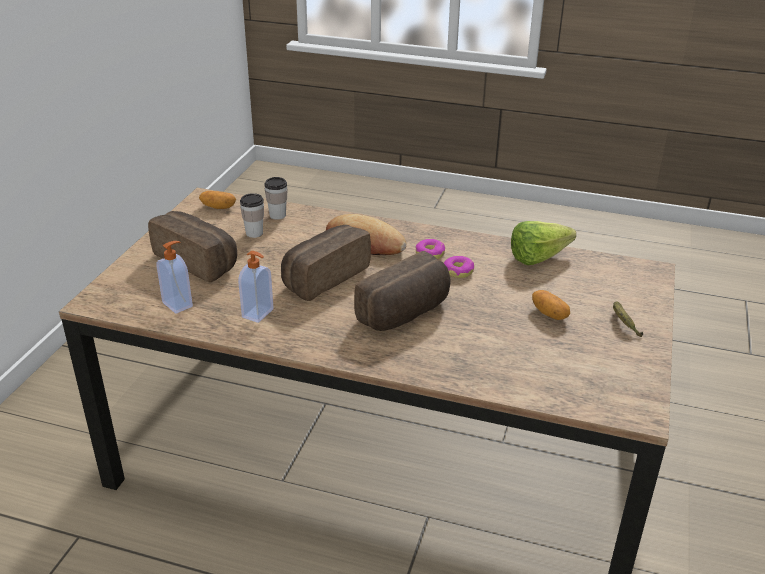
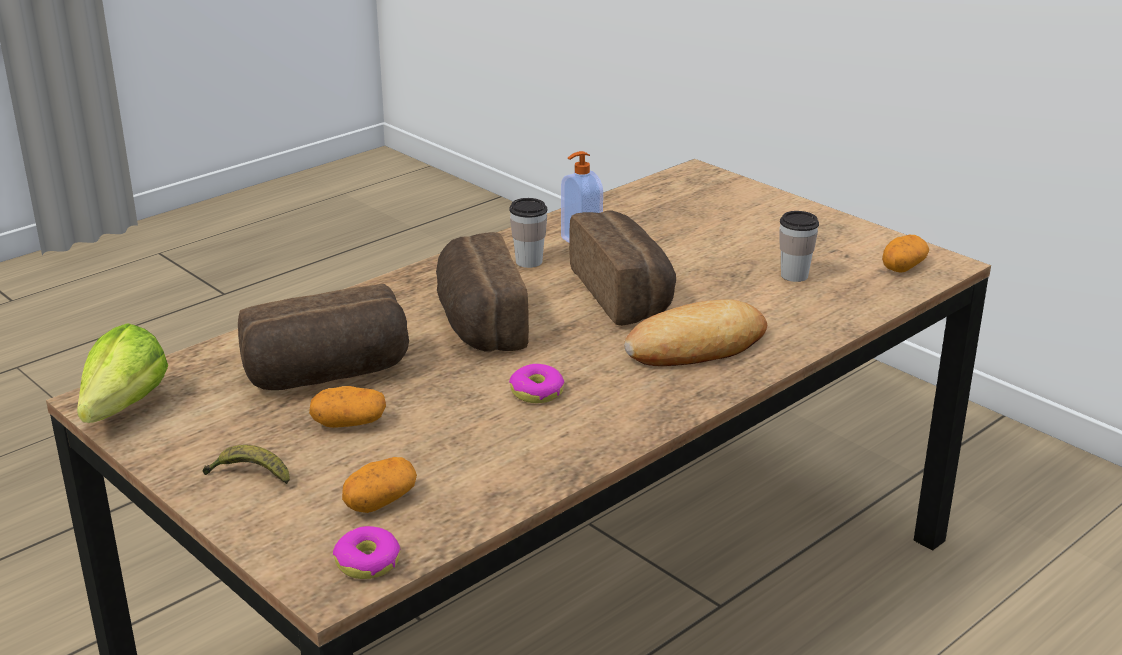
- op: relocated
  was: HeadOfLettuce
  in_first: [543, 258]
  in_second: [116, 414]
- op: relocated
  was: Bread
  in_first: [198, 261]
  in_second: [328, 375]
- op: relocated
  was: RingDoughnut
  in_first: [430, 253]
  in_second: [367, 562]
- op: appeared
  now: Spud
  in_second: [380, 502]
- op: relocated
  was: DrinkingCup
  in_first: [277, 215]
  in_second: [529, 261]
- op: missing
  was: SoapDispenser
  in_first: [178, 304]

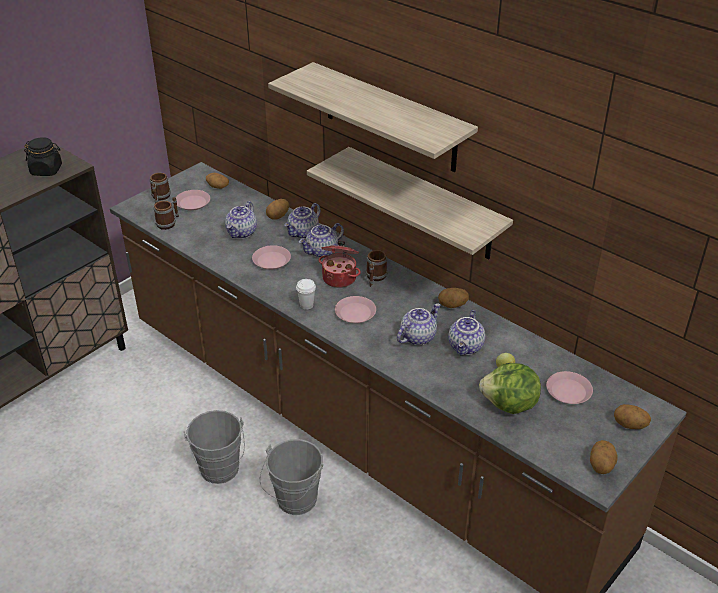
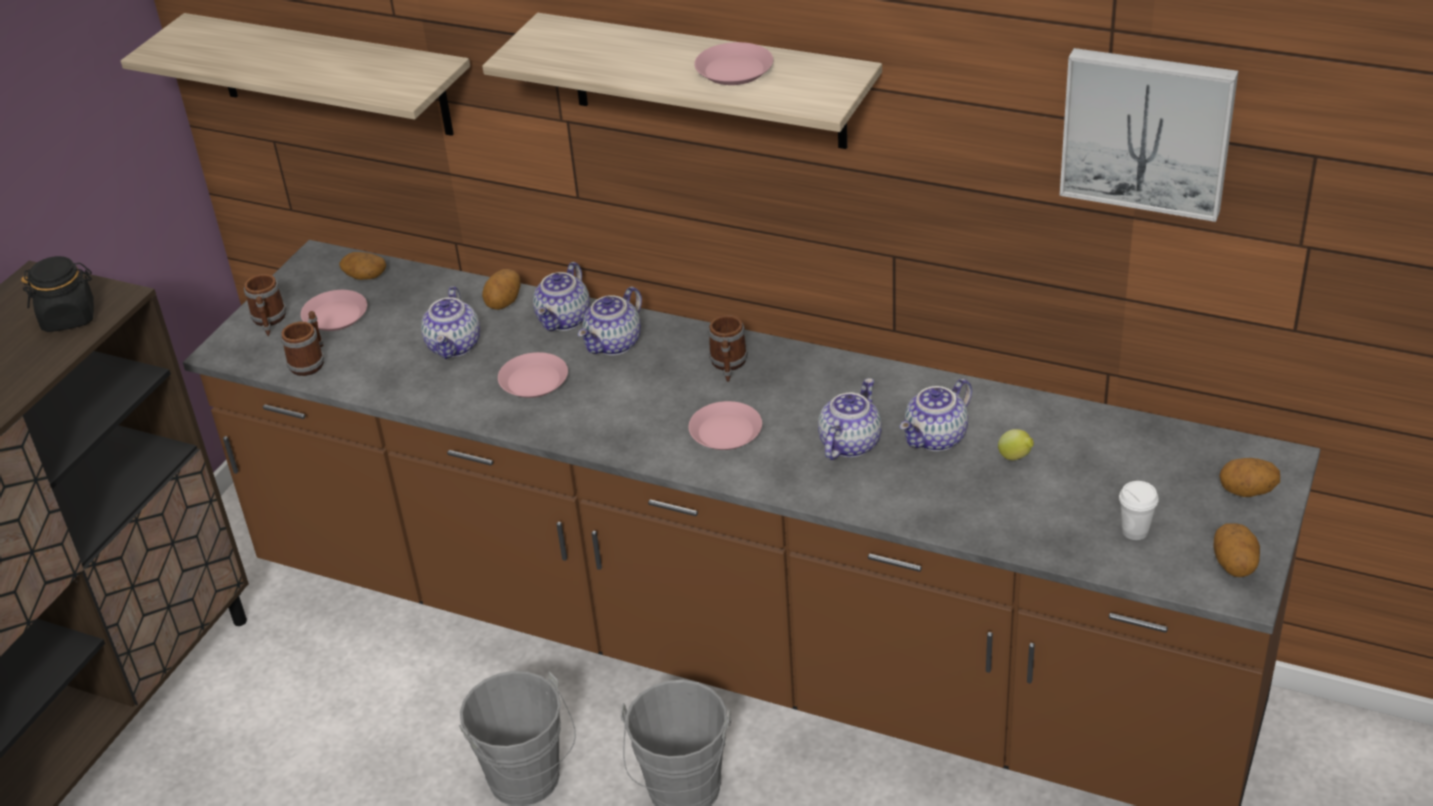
- op: relocated
  was: Shelf
  in_first: [425, 204]
  in_second: [331, 74]
- op: relocated
  was: PinkFlatDish
  in_first: [568, 391]
  in_second: [734, 71]
- op: spun
  was: PotForTea
  in_first: [466, 347]
  in_second: [936, 439]
  clockwise: 45
- op: appeared
  now: Picture
  in_second: [1147, 130]
- op: relocated
  was: WhiteDrinkingCup
  in_first: [306, 305]
  in_second: [1135, 531]
- op: missing
  was: Saucepot
  in_first: [340, 278]
- op: missing
  was: Spud
  in_first: [452, 306]
- op: missing
  was: HeadOfLettuce
  in_first: [509, 405]

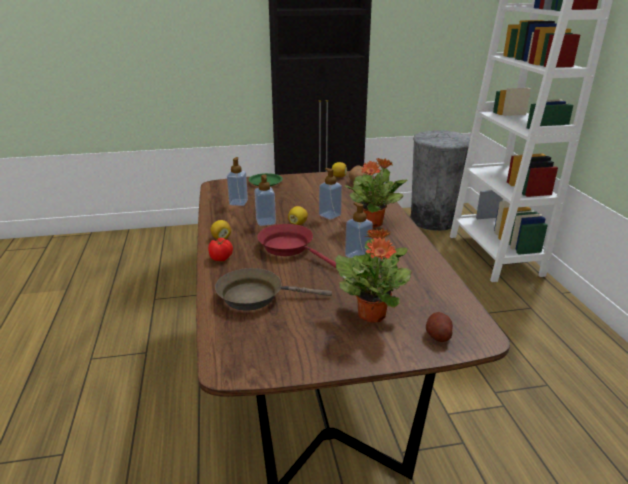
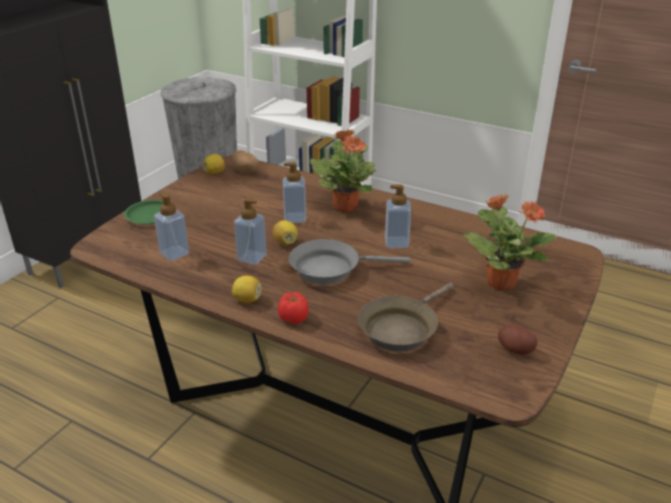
- op: colour
  was: RedPan
  now: GreyishPan
  in_first: [290, 248]
  in_second: [331, 269]
- op: relocated
  was: Spud
  in_first: [438, 336]
  in_second: [515, 349]

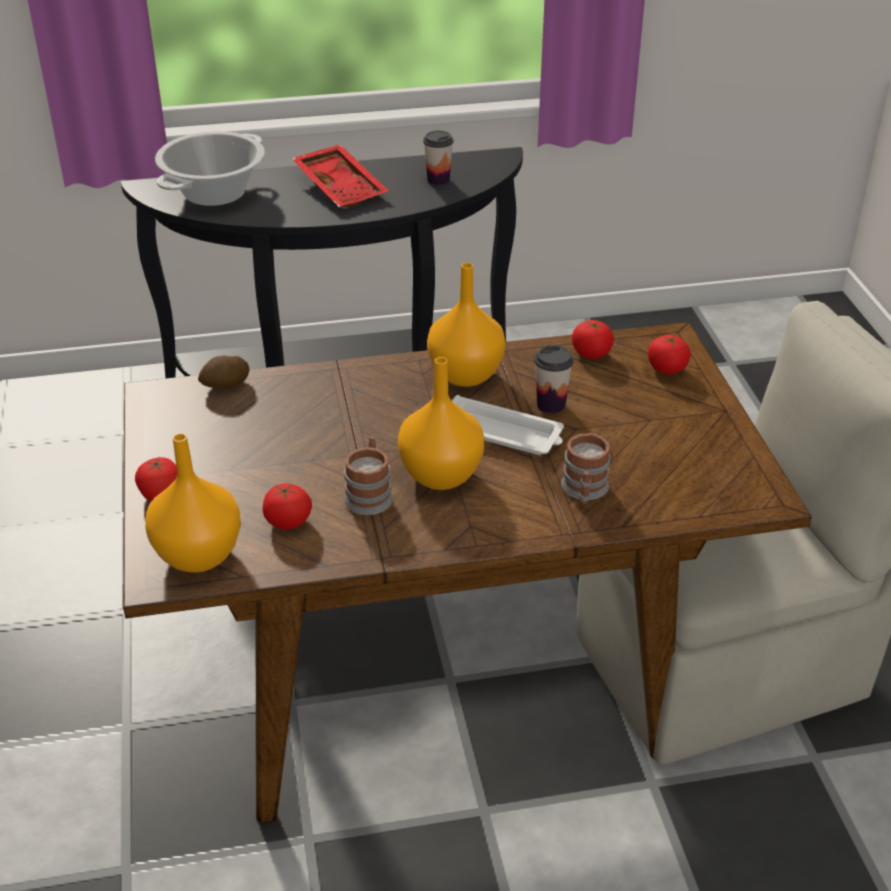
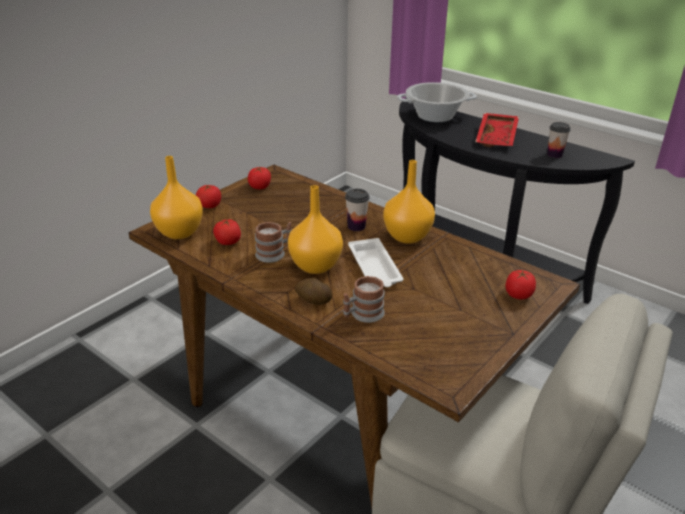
- op: relocated
  was: WholeTomato
  in_first: [591, 353]
  in_second: [260, 187]
- op: relocated
  was: Spud
  in_first: [225, 385]
  in_second: [313, 300]
- op: relocated
  was: DrinkingCup
  in_first: [551, 404]
  in_second: [356, 226]

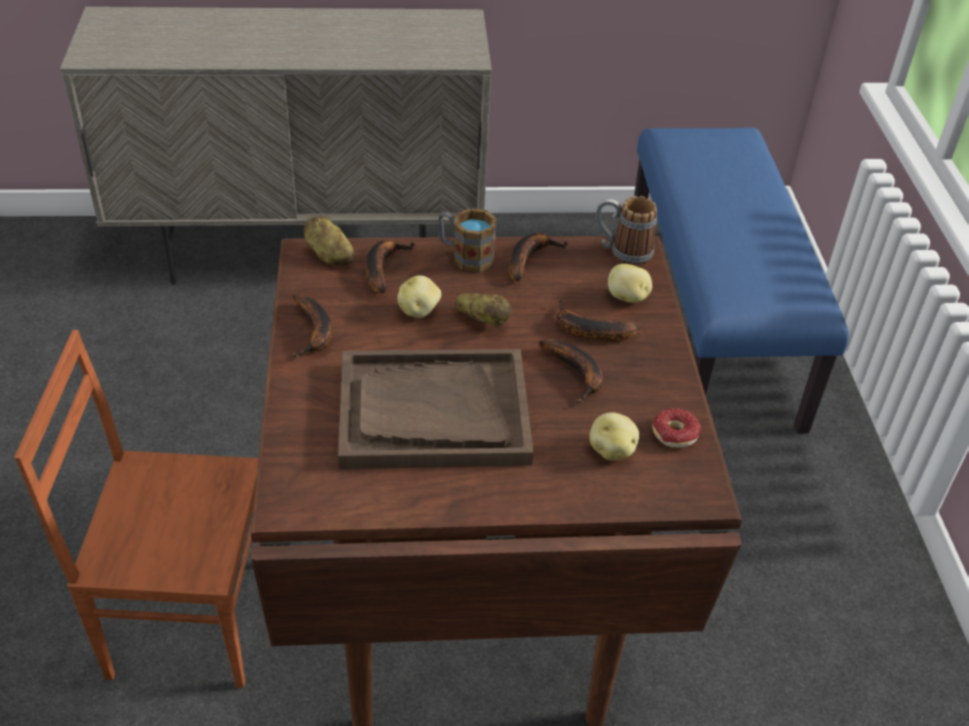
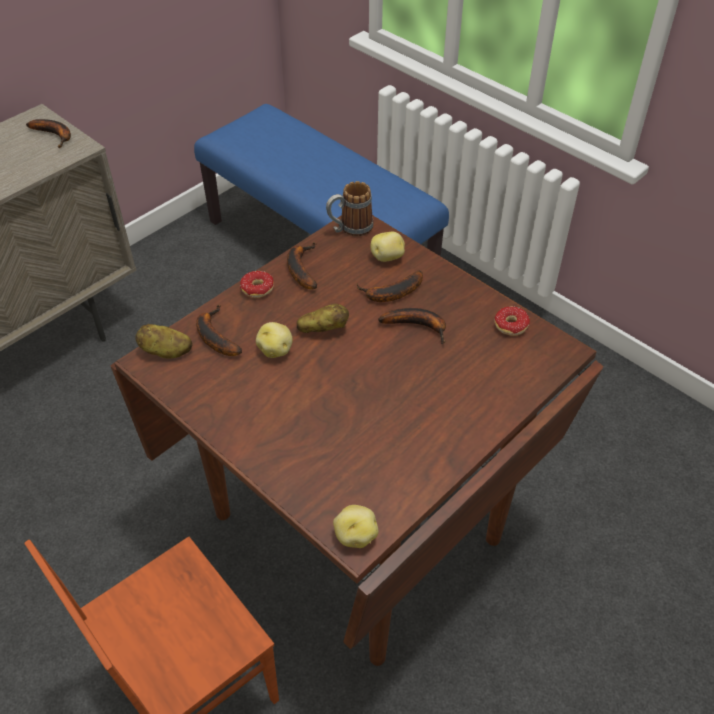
- op: relocated
  was: Banana
  in_first: [314, 332]
  in_second: [55, 135]
- op: exchanged
  was: TeaMug
  now: RingDoughnut
  in_first: [465, 256]
  in_second: [259, 293]
- op: relocated
  was: Spud
  in_first: [612, 449]
  in_second: [355, 535]
- op: missing
  was: BrownServingTray
  in_first: [433, 413]

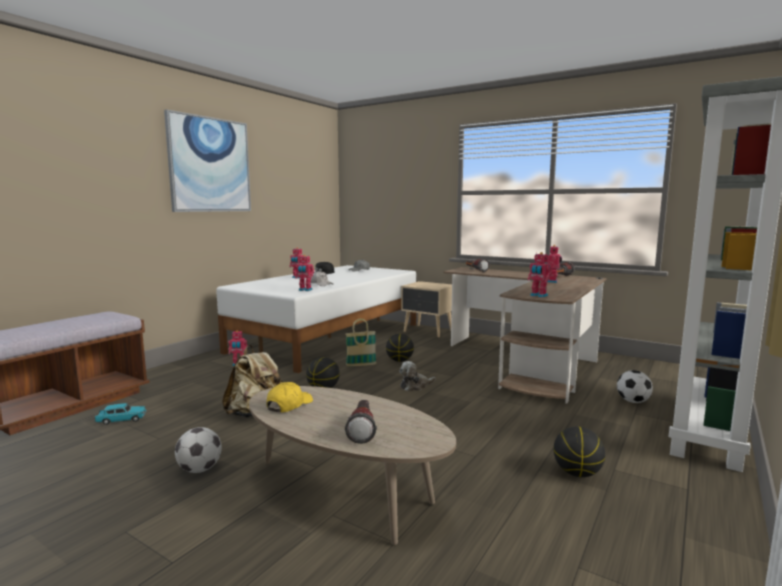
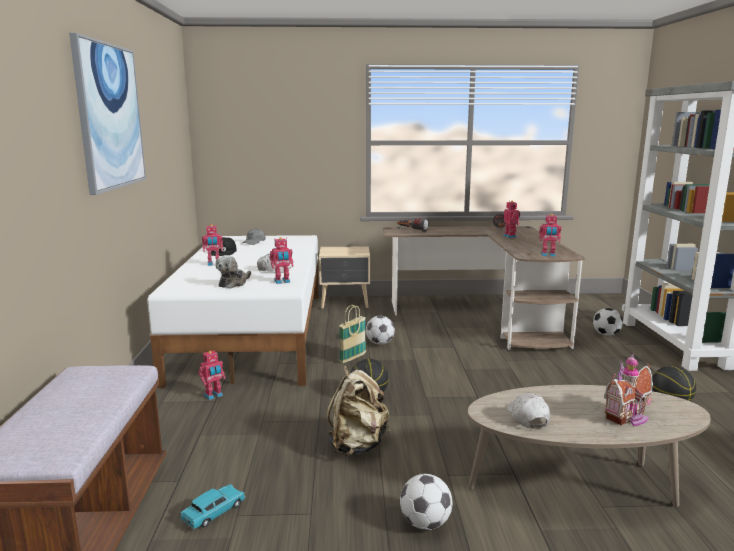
- op: relocated
  was: CuddlyToy
  in_first: [415, 386]
  in_second: [234, 283]
- op: exchanged
  was: Basketball
  now: Football
  in_first: [399, 361]
  in_second: [380, 343]
- op: colour
  was: YellowColouredCap
  now: WhiteCap
  in_first: [289, 405]
  in_second: [527, 417]
- op: exchanged
  was: Flashlight
  now: ModelHouse
  in_first: [362, 430]
  in_second: [628, 418]

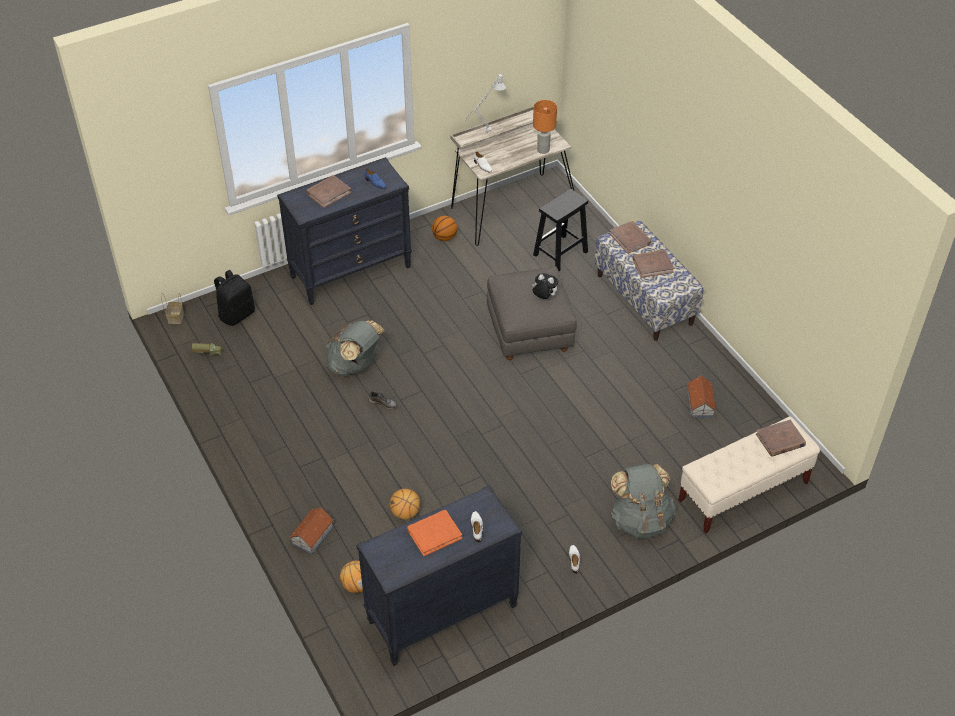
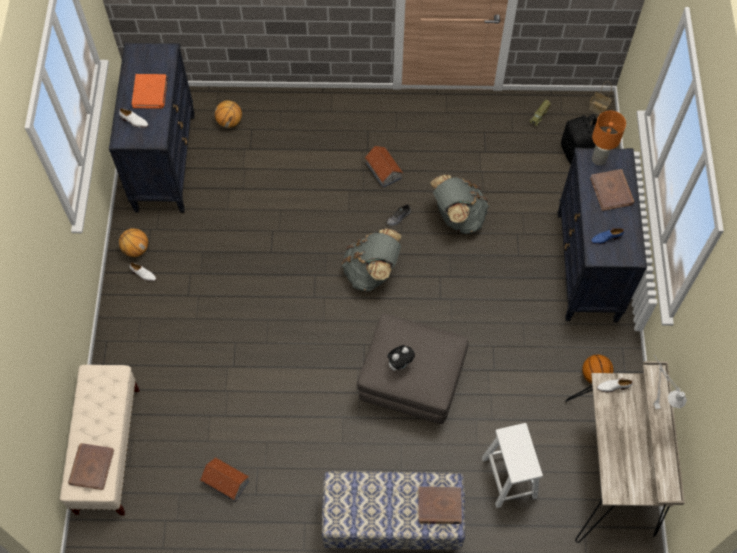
- op: relocated
  was: Basketball
  in_first: [405, 513]
  in_second: [136, 249]
- op: relocated
  was: GreyishKnapsack
  in_first: [640, 520]
  in_second: [372, 272]
- op: relocated
  was: ModelHouse
  in_first: [312, 536]
  in_second: [383, 170]
- op: colour
  was: BlackStoolSeat
  now: WhiteStoolSeat
  in_first: [560, 254]
  in_second: [508, 476]
- op: relocated
  was: OrangeyTabletopLamp
  in_first: [543, 150]
  in_second: [598, 159]
- op: missing
  was: BrownBoundBook
  in_first: [652, 265]

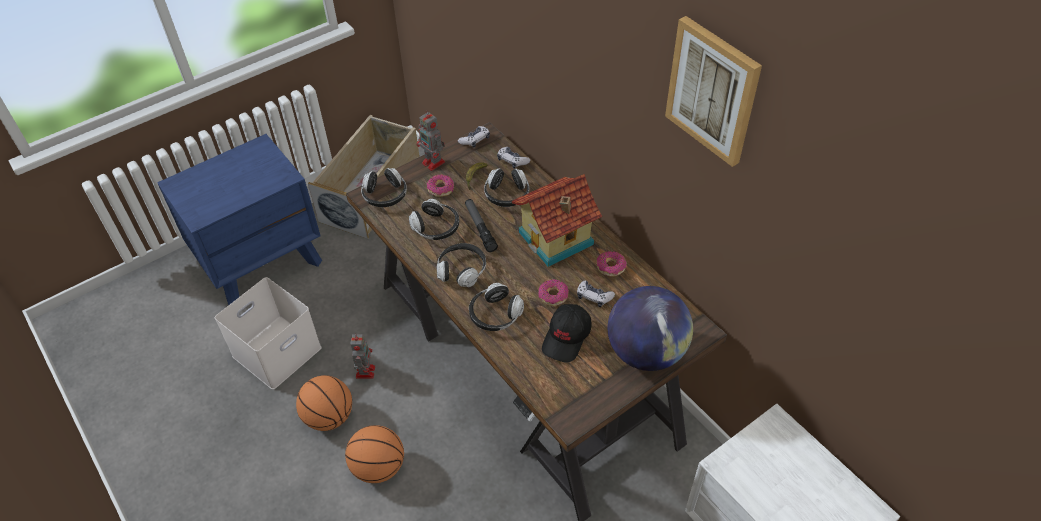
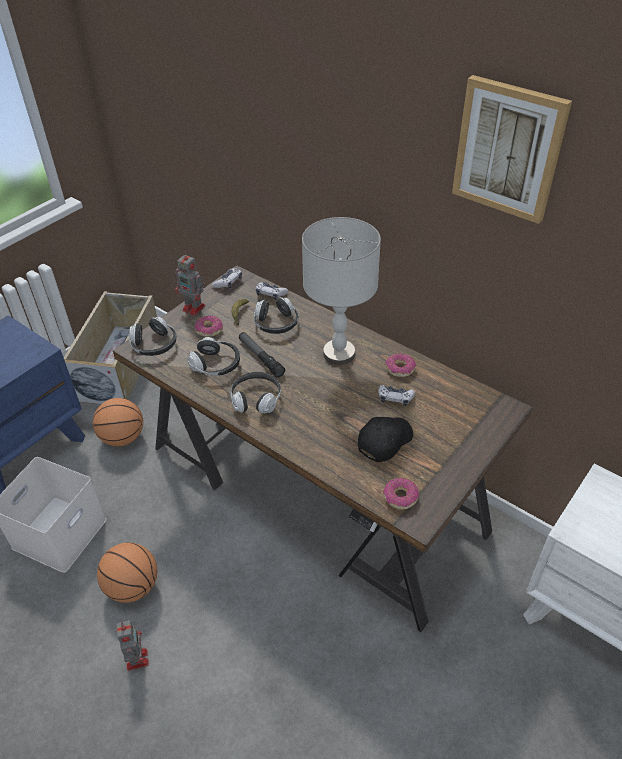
- op: relocated
  was: Basketball
  in_first: [378, 467]
  in_second: [123, 438]
- op: relocated
  was: ModelRobot
  in_first: [365, 371]
  in_second: [137, 658]
- op: exchanged
  was: ModelHouse
  now: GreyishTabletopLamp
  in_first: [557, 239]
  in_second: [339, 354]
- op: spun
  was: BlackCap
  in_first: [567, 338]
  in_second: [384, 441]
  clockwise: -150
- op: relocated
  was: RingDoughnut
  in_first: [553, 296]
  in_second: [400, 497]
- op: missing
  was: Headphones
  in_first: [495, 315]
- op: missing
  was: Globe
  in_first: [646, 352]

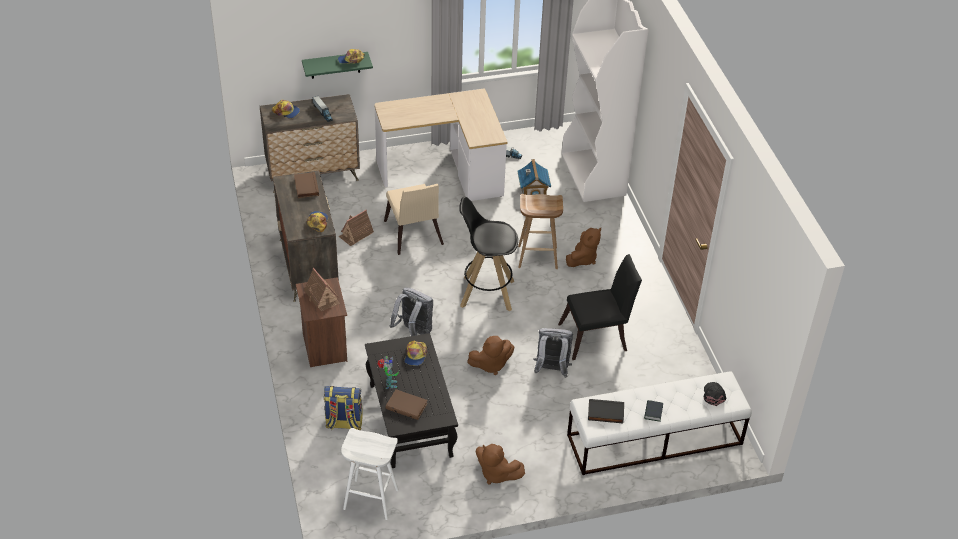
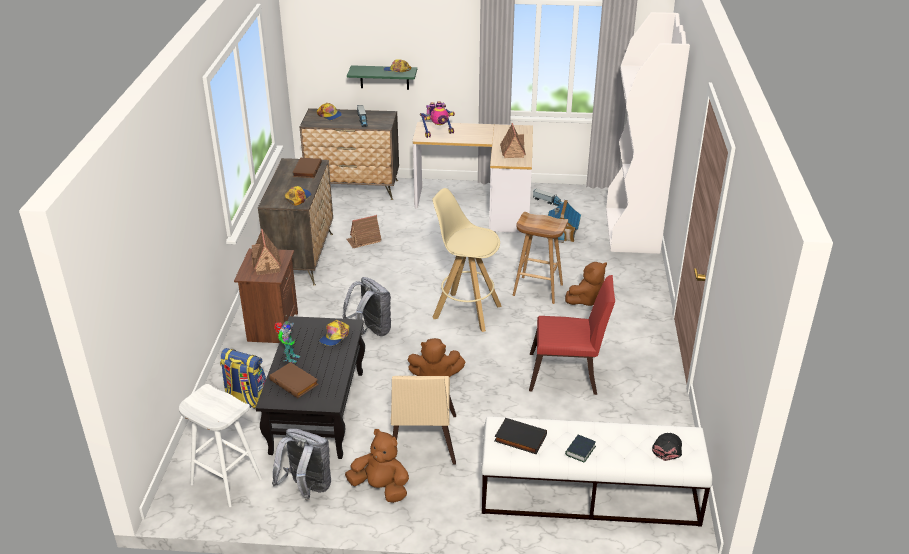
- op: relocated
  was: GreyishKnapsack
  in_first: [551, 370]
  in_second: [307, 488]
- op: spun
  was: BrownCuddlyToy
  in_first: [496, 474]
  in_second: [381, 488]
  clockwise: 150
- op: relocated
  was: BeigeUprightChair
  in_first: [413, 236]
  in_second: [422, 444]
- op: appeared
  now: ModelRobot
  in_second: [438, 133]
- op: colour
  was: BlackStoolSeat
  now: BeigeStoolSeat
  in_first: [486, 293]
  in_second: [466, 311]
- op: appeared
  now: ModelHouse
  in_second: [512, 151]
- op: colour
  was: BlackUprightChair
  now: RedUprightChair
  in_first: [597, 337]
  in_second: [568, 374]

